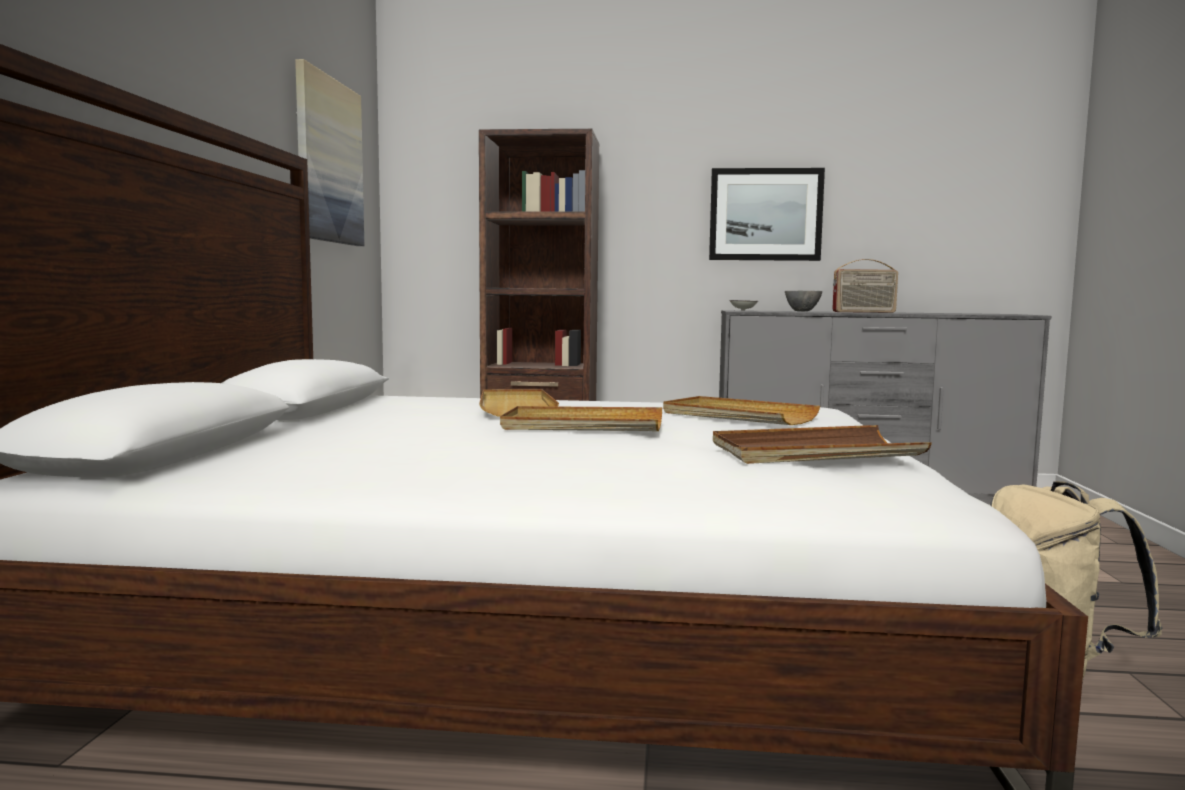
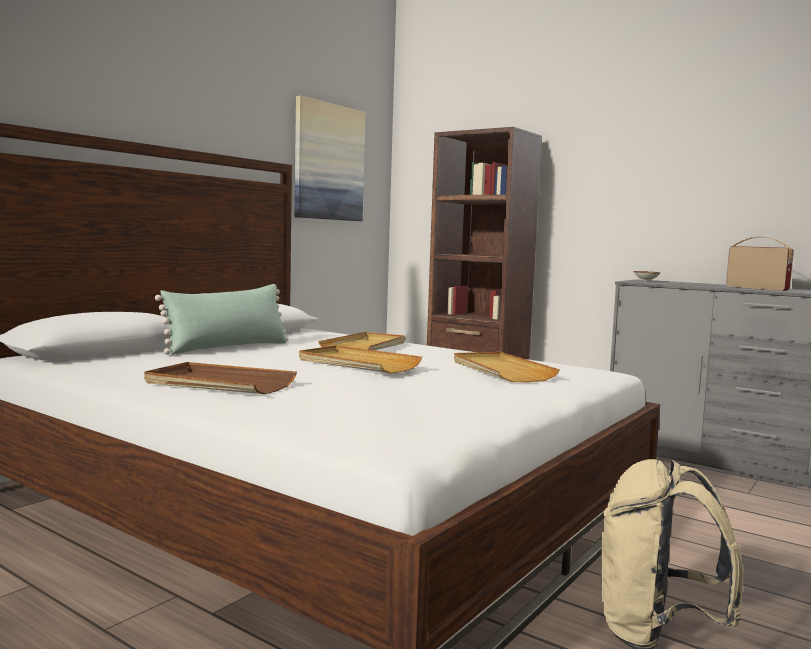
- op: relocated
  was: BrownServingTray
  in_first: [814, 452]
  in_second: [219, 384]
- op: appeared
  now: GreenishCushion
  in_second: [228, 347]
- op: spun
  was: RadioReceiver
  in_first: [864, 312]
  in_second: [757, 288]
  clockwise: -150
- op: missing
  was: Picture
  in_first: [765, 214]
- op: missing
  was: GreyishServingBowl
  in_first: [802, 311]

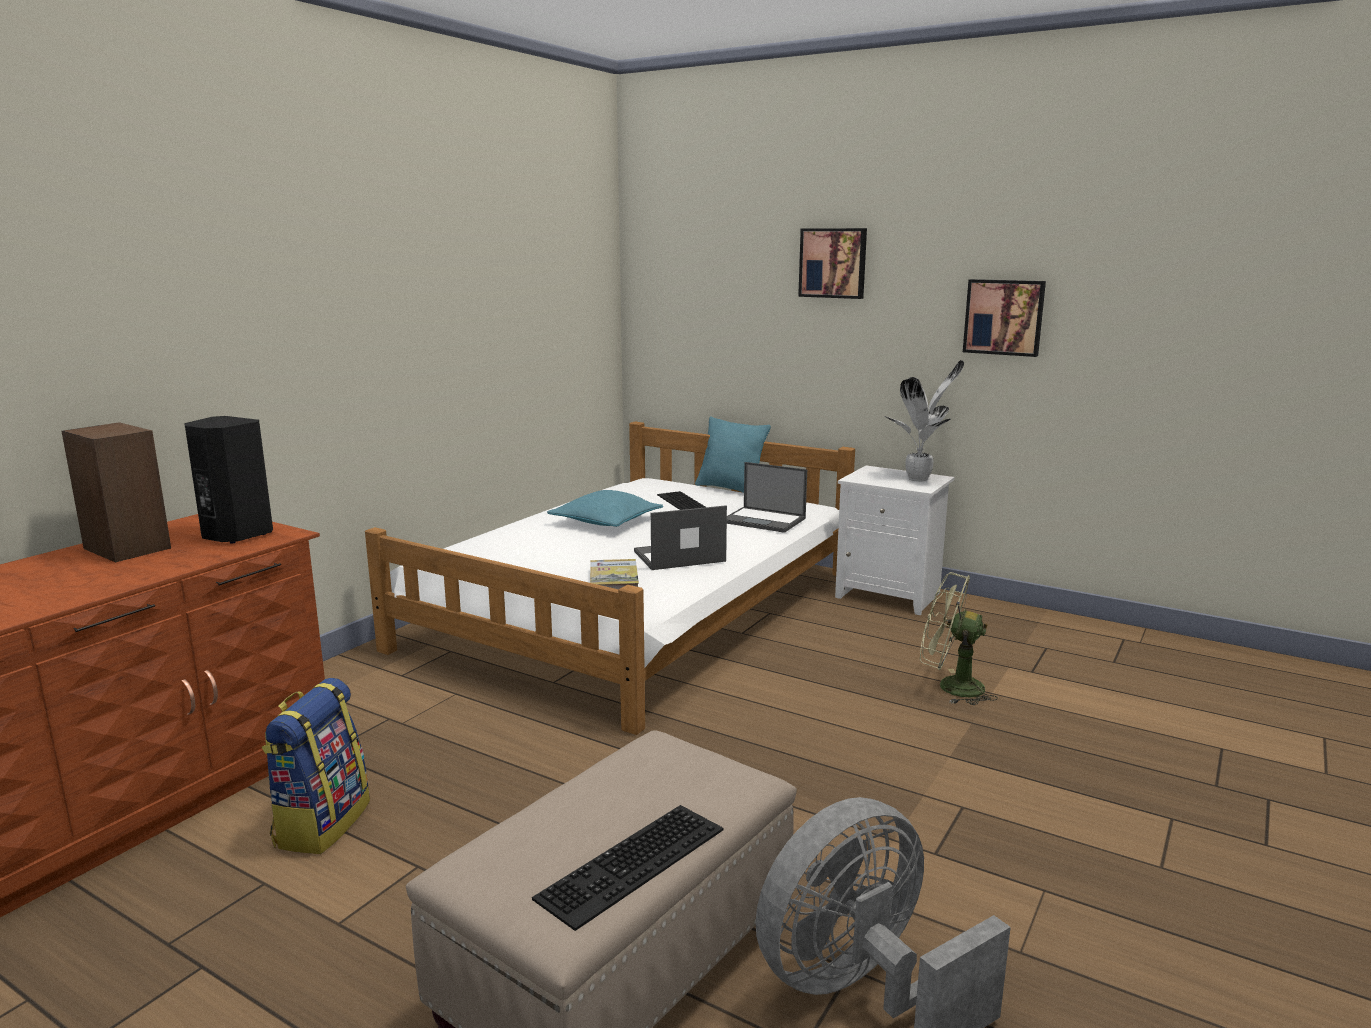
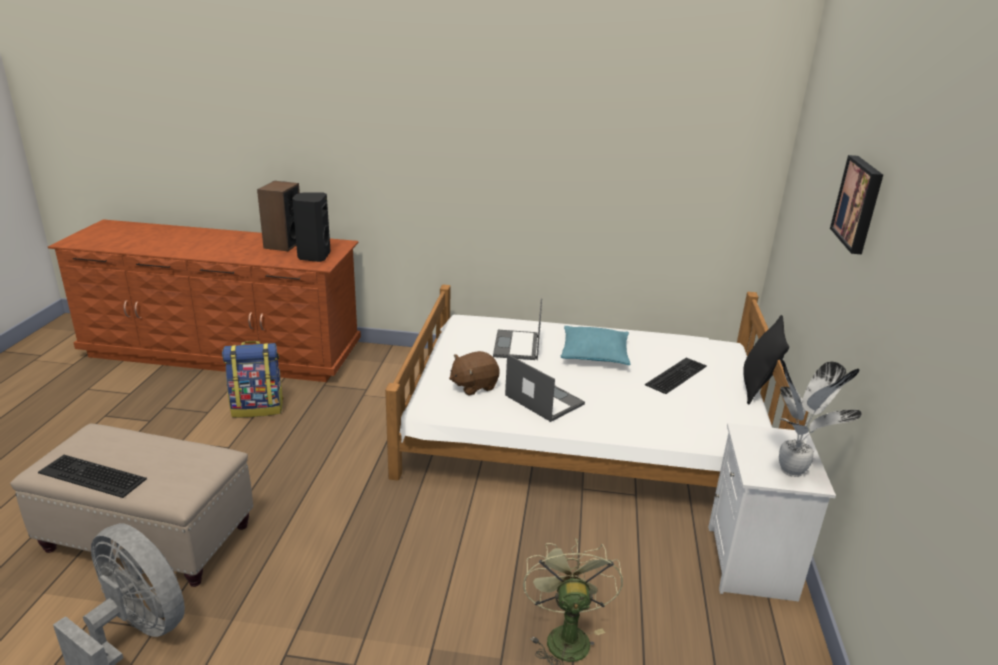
- op: exchanged
  was: BoundBook
  now: BrownCuddlyToy
  in_first: [614, 580]
  in_second: [474, 386]
- op: relocated
  was: PortableComputer
  in_first: [764, 520]
  in_second: [517, 346]
- op: colour
  was: TurquoiseCushion
  now: BlackCushion
  in_first: [730, 489]
  in_second: [757, 388]
- op: missing
  was: Picture
  in_first: [1004, 317]

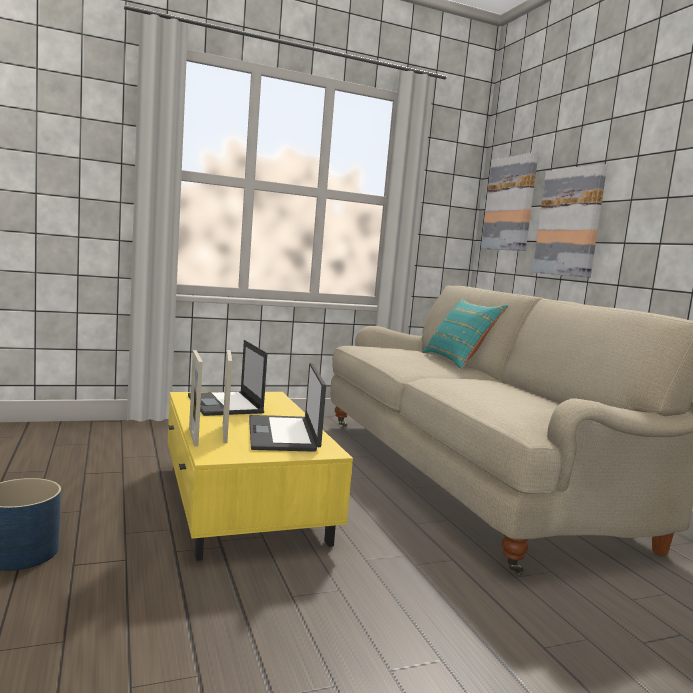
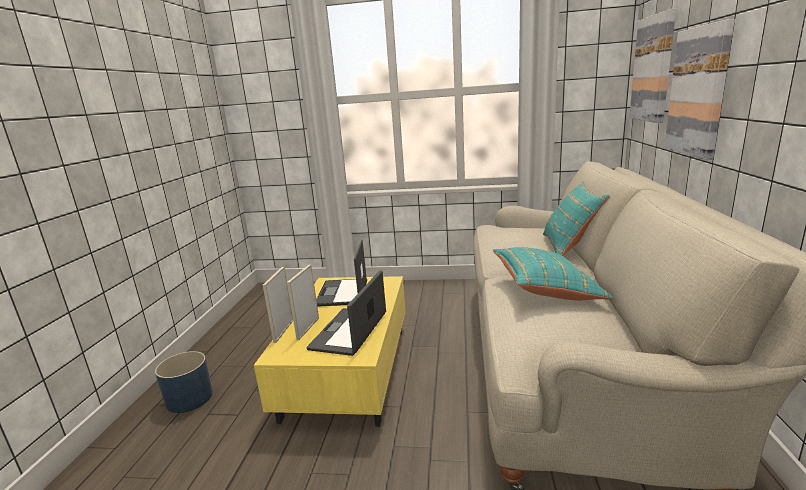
- op: appeared
  now: TurquoiseCushion
  in_second: [546, 290]

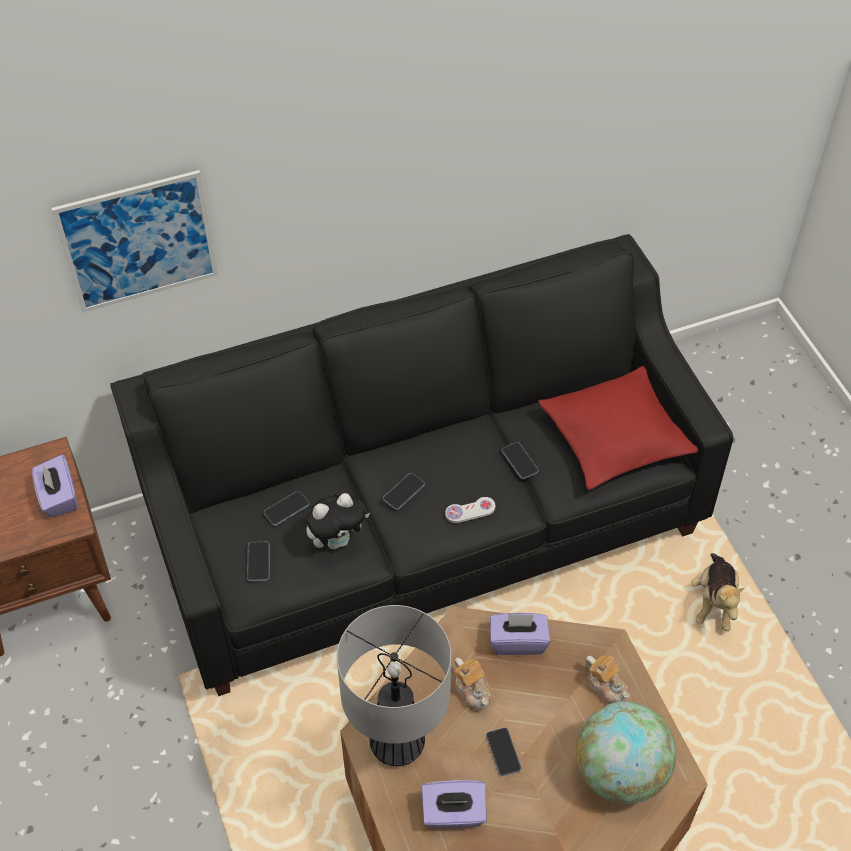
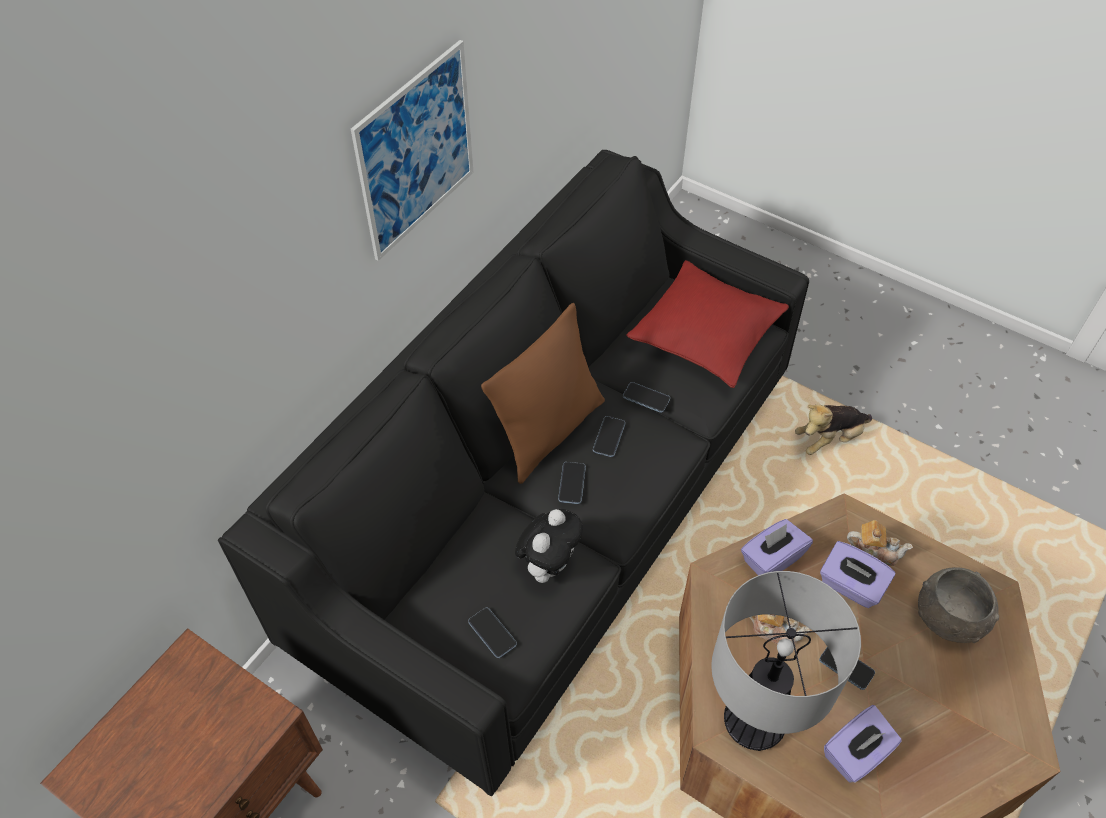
- op: relocated
  was: Picture
  in_first: [138, 242]
  in_second: [416, 152]
- op: appeared
  now: BrownCushion
  in_second: [549, 432]
- op: relocated
  was: Handset
  in_first: [286, 509]
  in_second: [609, 437]
- op: spun
  was: CuddlyToy
  in_first: [714, 602]
  in_second: [829, 439]
  clockwise: 90
- op: relocated
  was: PurplishTissueHolder
  in_first: [58, 497]
  in_second: [850, 585]
- op: exchanged
  was: Globe
  now: GreyishServingBowl
  in_first: [620, 772]
  in_second: [949, 618]
- op: missing
  was: WhiteGamepad
  in_first: [470, 511]

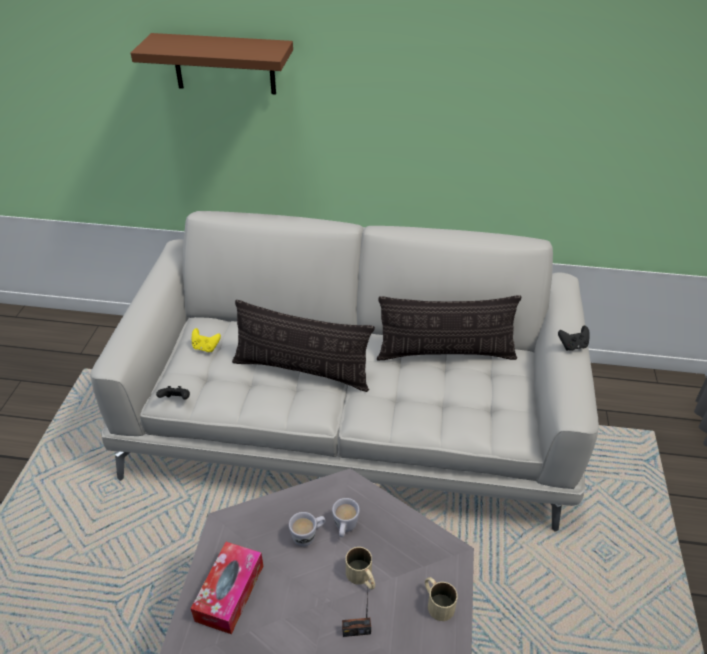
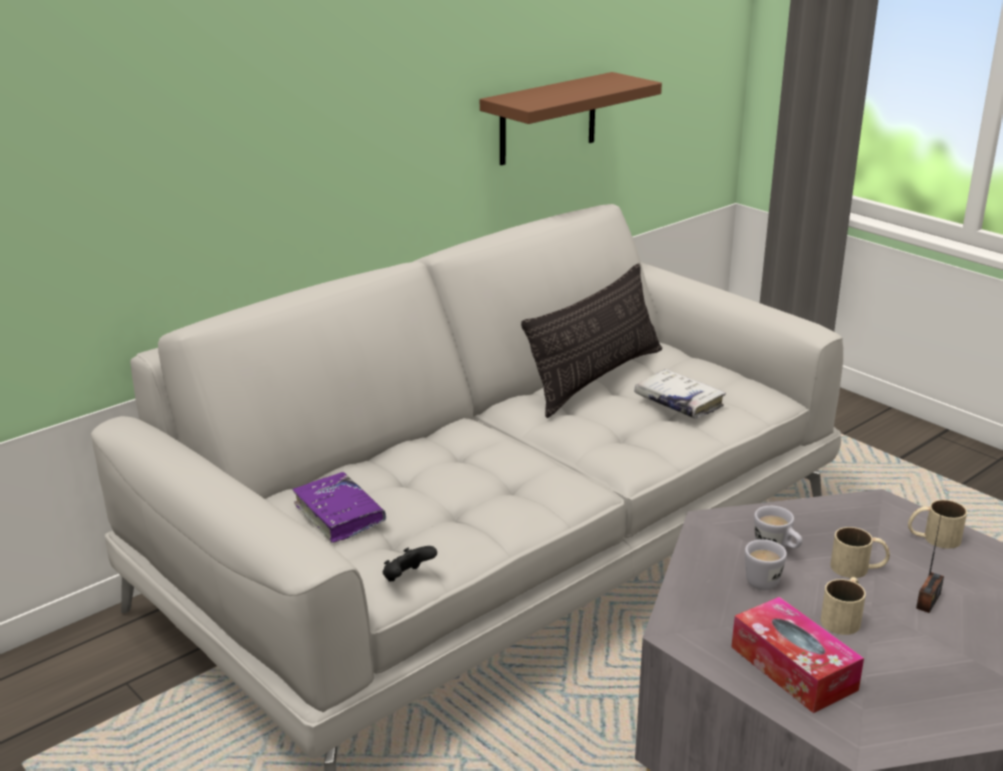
- op: exchanged
  was: YellowColouredGamepad
  now: PurplishBoundBook
  in_first: [206, 347]
  in_second: [339, 515]
- op: relocated
  was: BrownShelf
  in_first: [224, 64]
  in_second: [548, 119]
- op: appeared
  now: WhiteBoundBook
  in_second: [678, 402]
- op: appeared
  now: BeigeTeaMug
  in_second: [843, 617]
- op: missing
  was: Cushion
  in_first: [302, 370]
- op: missing
  was: BlackGamepad
  in_first: [573, 346]

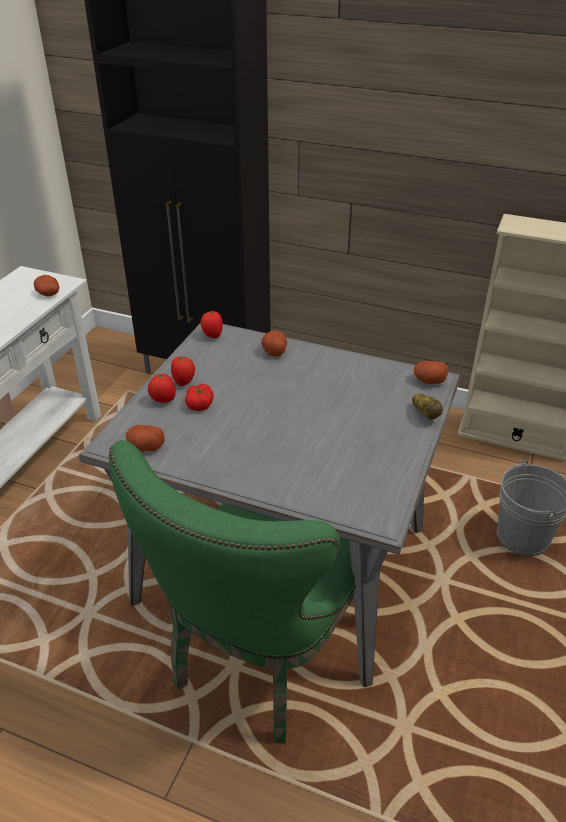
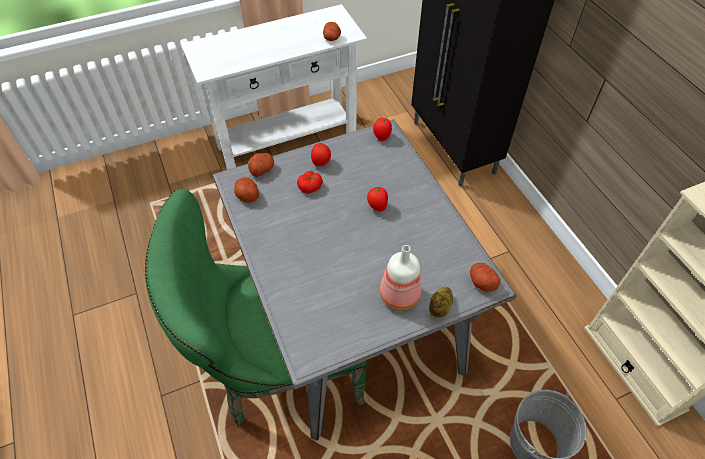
- op: relocated
  was: Spud
  in_first: [274, 350]
  in_second: [262, 169]
- op: relocated
  was: WholeTomato
  in_first: [163, 400]
  in_second: [377, 206]
- op: appeared
  now: BeverageBottle
  in_second: [398, 295]

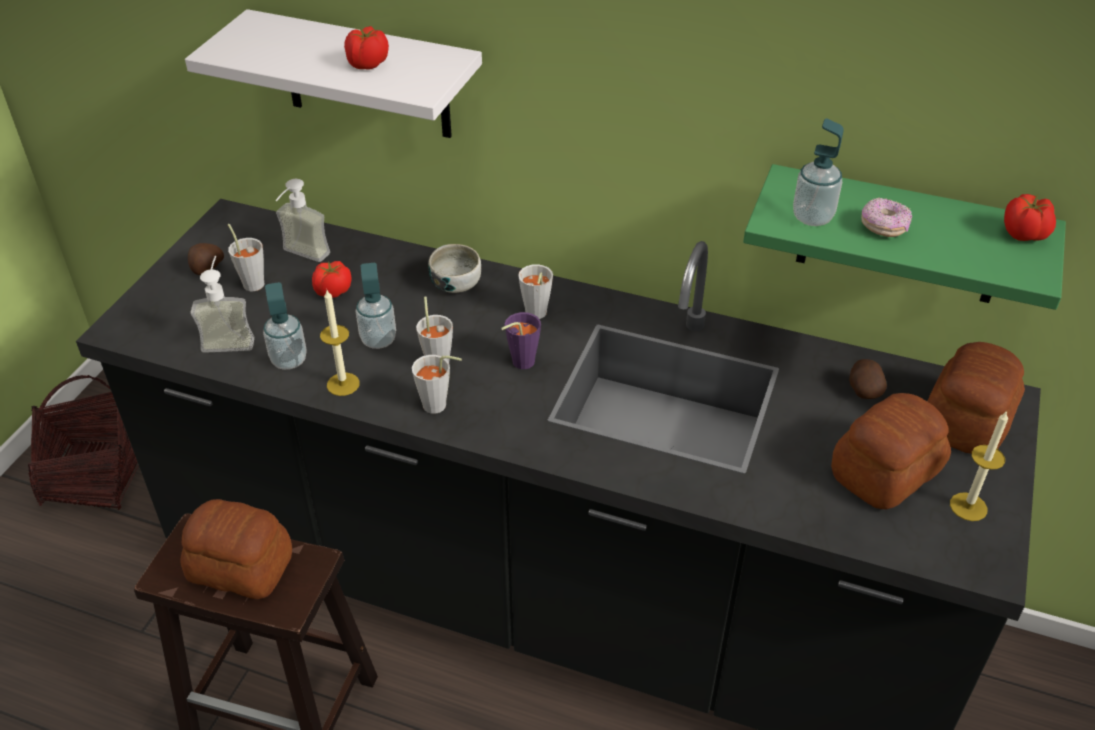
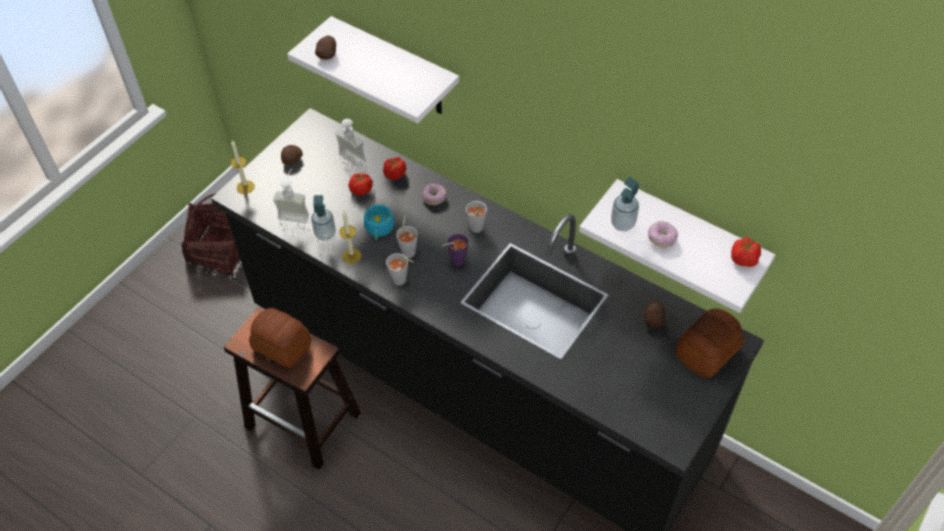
- op: relocated
  was: Candle
  in_first: [968, 506]
  in_second: [245, 187]
- op: appeared
  now: Spud
  in_second: [328, 54]
- op: exchanged
  was: SoapDispenser
  now: TurquoiseDrinkingCup
  in_first: [378, 340]
  in_second: [379, 229]
- op: relocated
  was: WholeTomato
  in_first: [367, 64]
  in_second: [394, 174]
- op: exchanged
  was: ServingBowl
  now: RingDoughnut
  in_first: [456, 284]
  in_second: [434, 198]
- op: colour
  was: GreenishShelf
  now: WhiteShelf
  in_first: [902, 236]
  in_second: [688, 236]
- op: missing
  was: GreyishDrinkingCup
  in_first: [252, 282]
- op: missing
  was: Bread
  in_first: [883, 472]

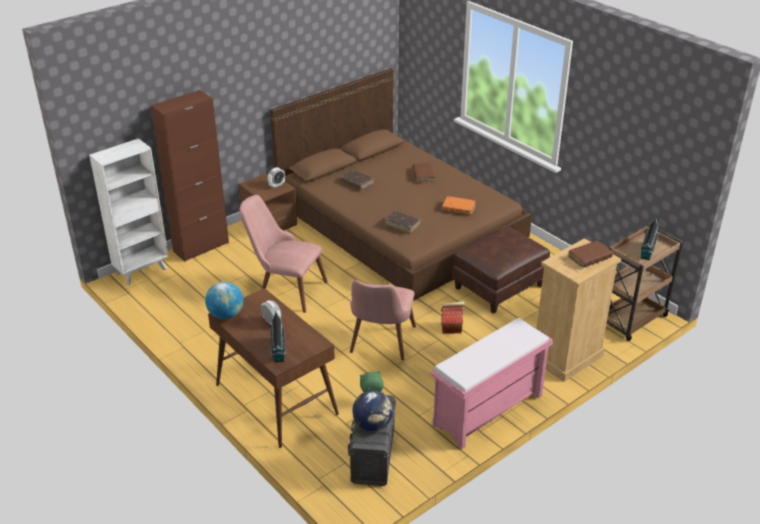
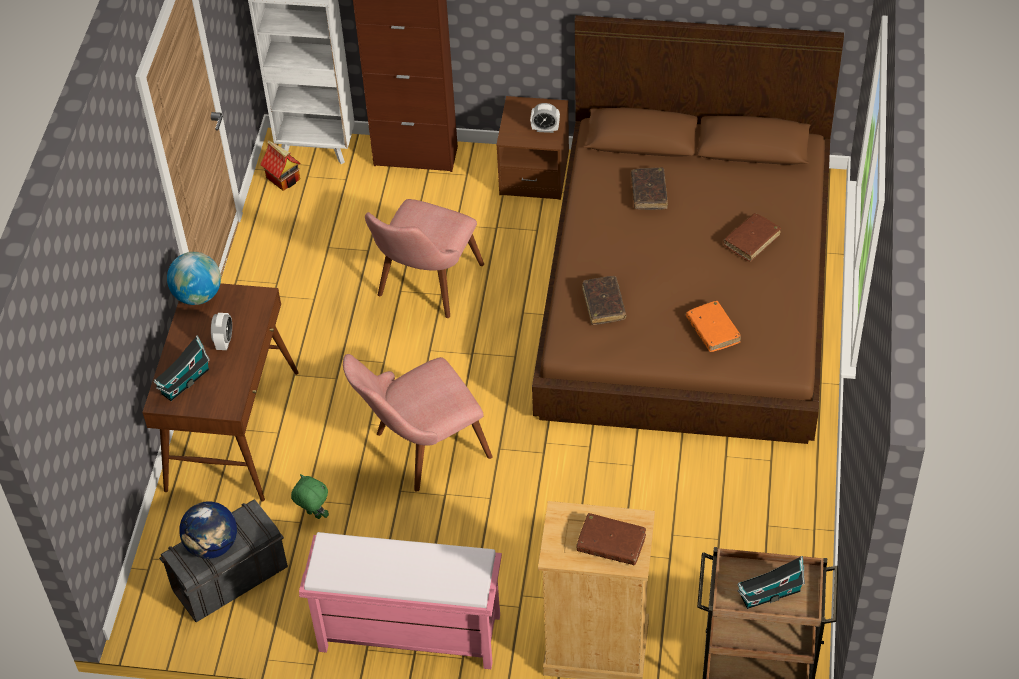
- op: relocated
  was: ModelHouse
  in_first: [451, 328]
  in_second: [284, 178]
- op: spun
  was: PinkUprightChair
  in_first: [284, 289]
  in_second: [424, 289]
  clockwise: -135
- op: missing
  was: BrownPouffe
  in_first: [498, 286]

